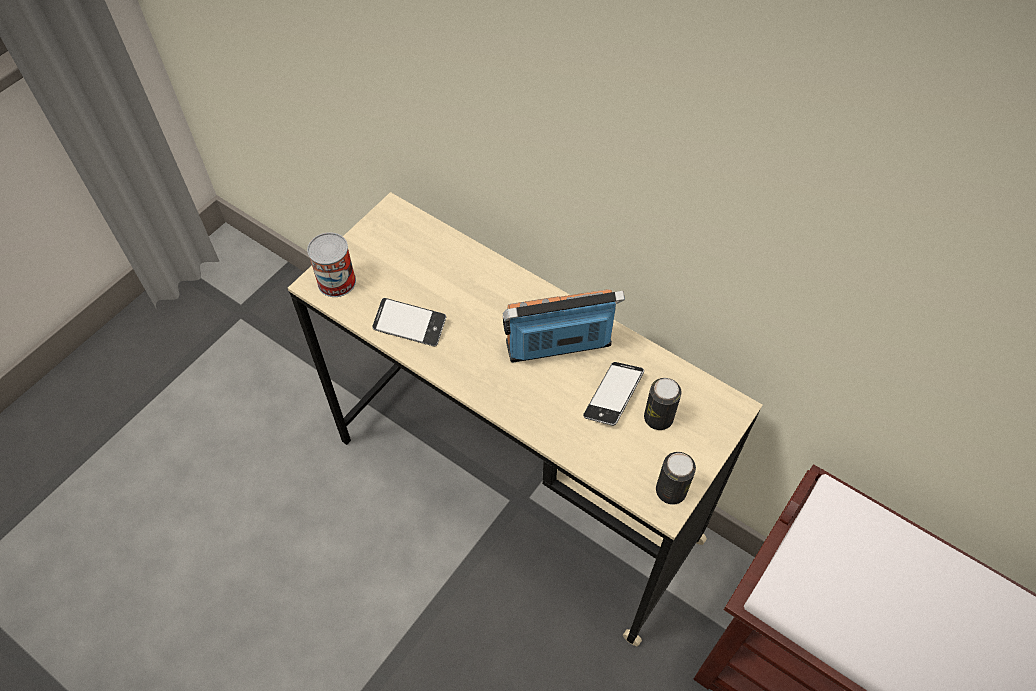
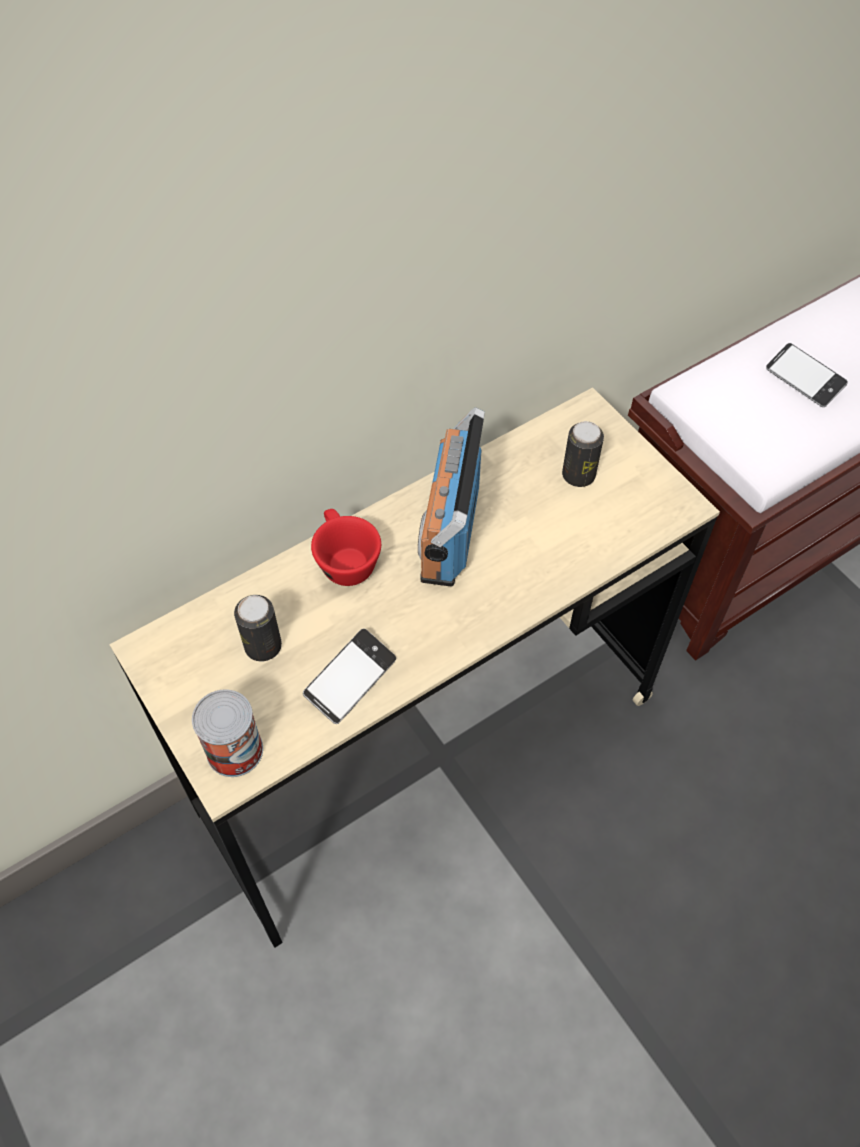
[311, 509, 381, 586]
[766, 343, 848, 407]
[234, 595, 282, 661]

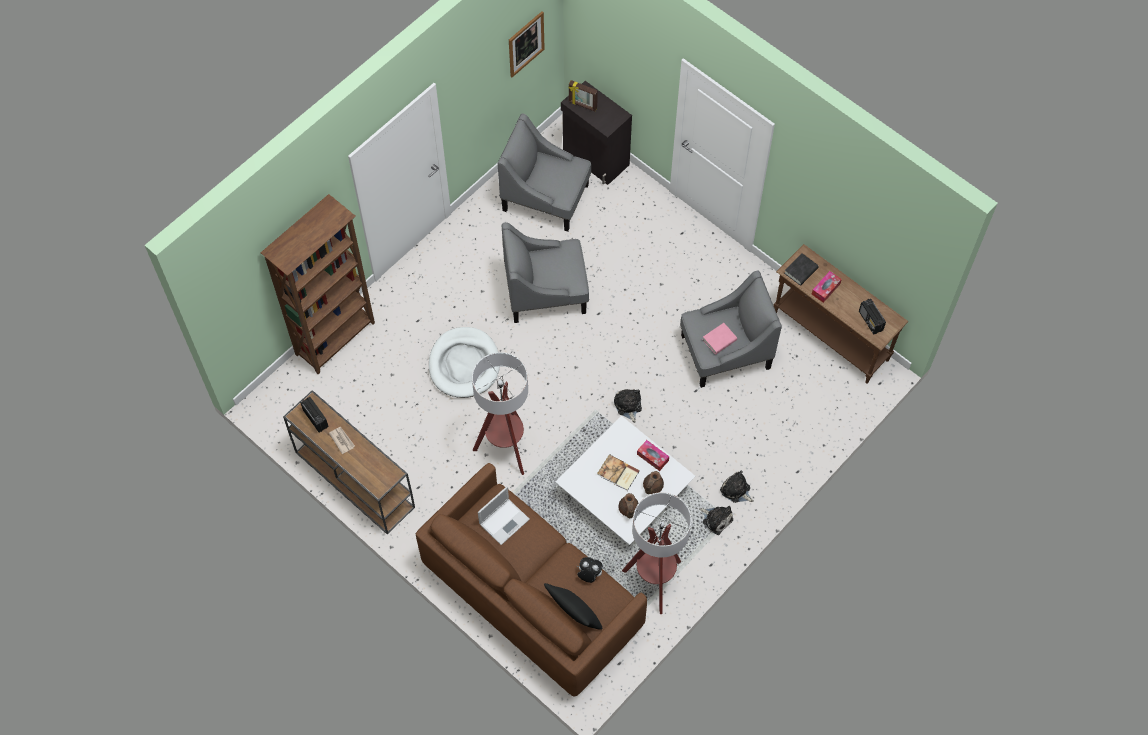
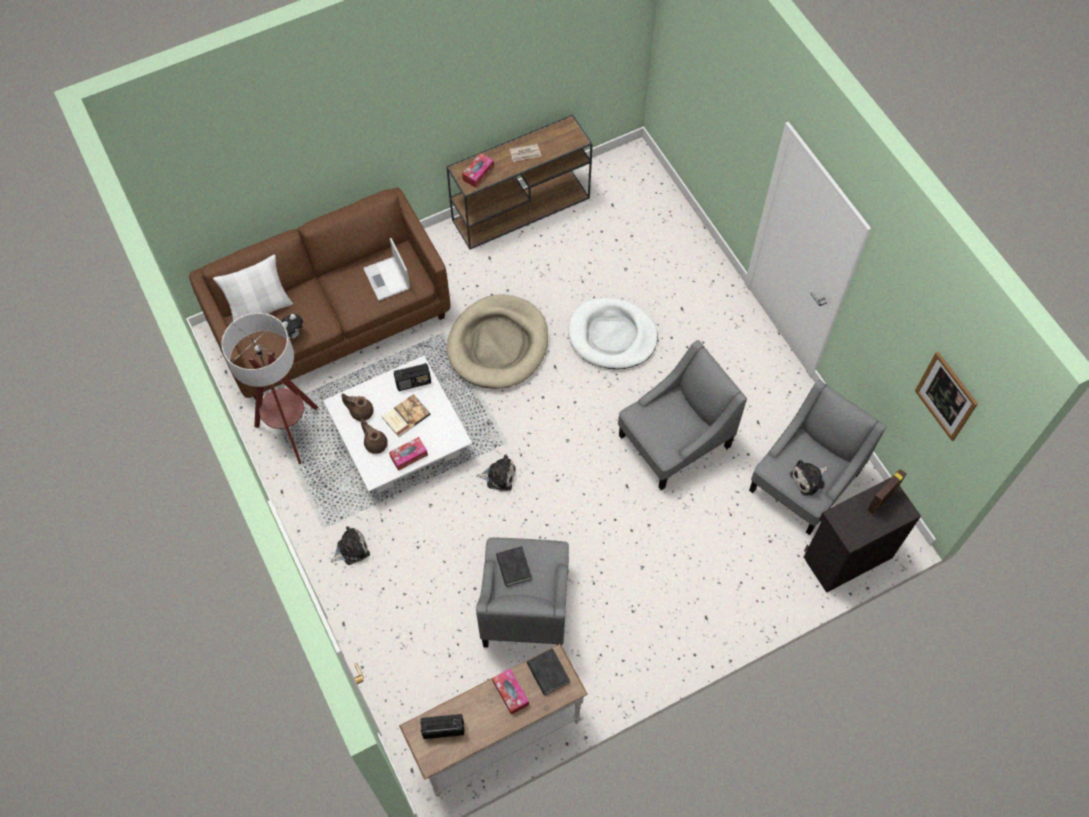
[261, 194, 375, 374] (first image)
[462, 153, 494, 188]
[394, 363, 431, 391]
[790, 460, 828, 496]
[447, 294, 548, 389]
[213, 254, 293, 321]
[496, 546, 532, 587]
[399, 644, 588, 797]
[618, 340, 747, 490]

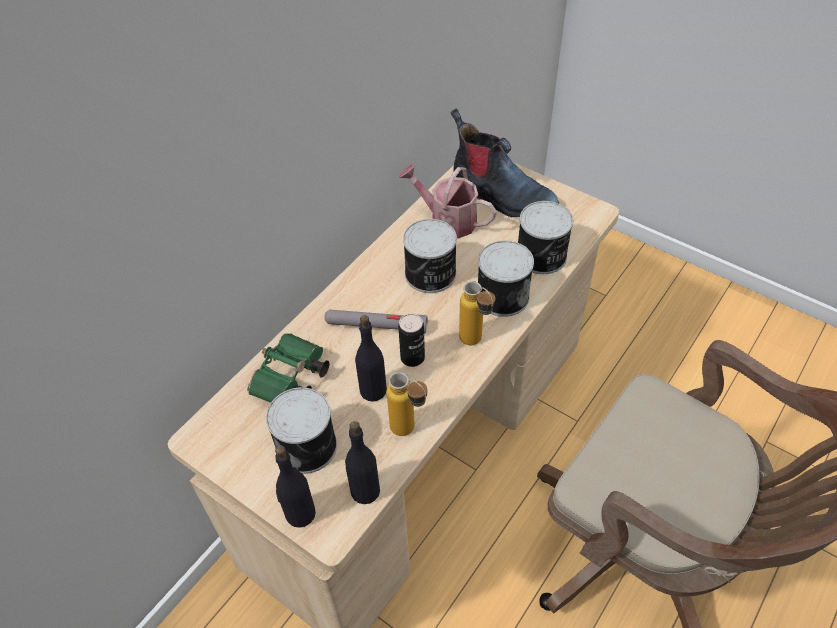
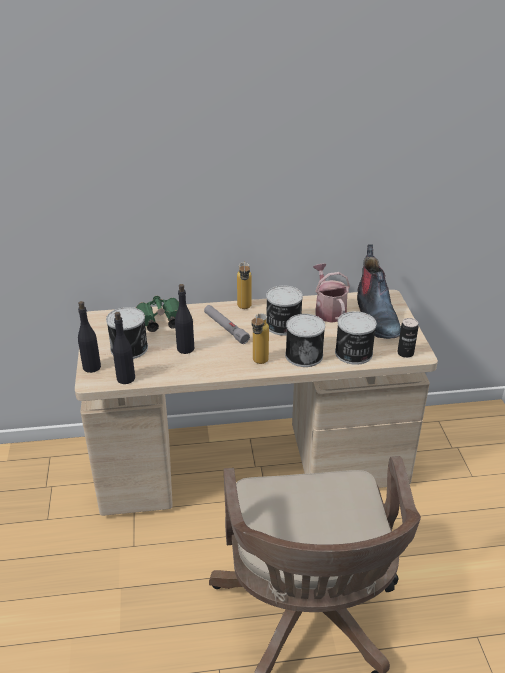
[237, 262, 252, 309]
[397, 318, 419, 358]

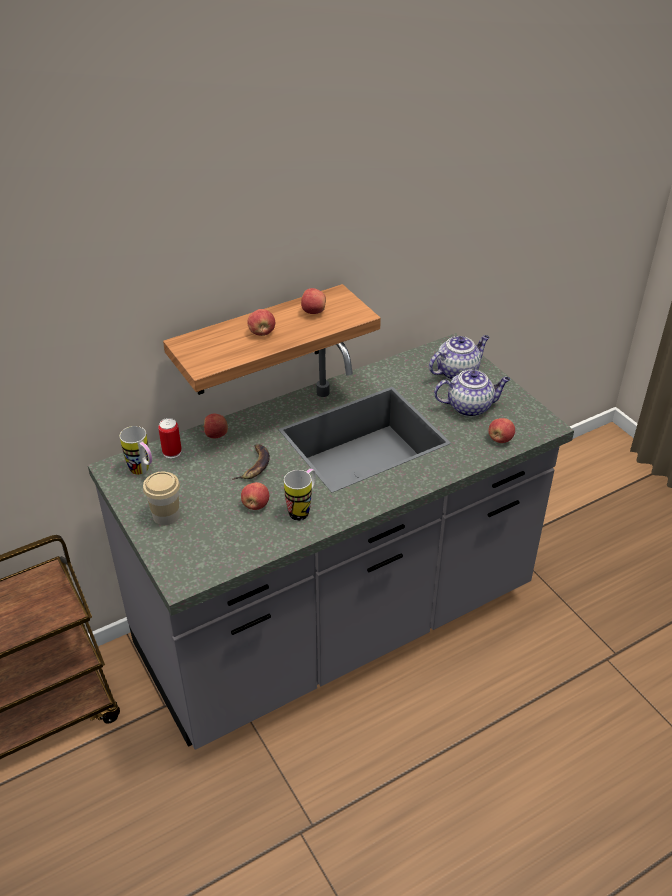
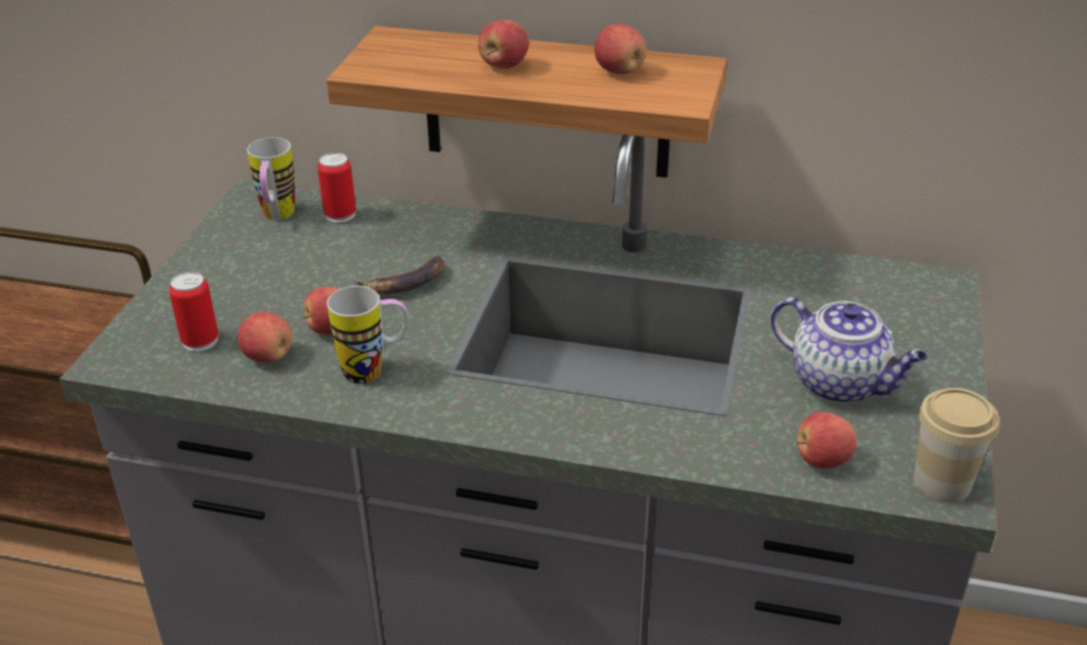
[429, 335, 490, 380] (first image)
[169, 272, 218, 352]
[914, 388, 999, 503]
[238, 312, 293, 362]

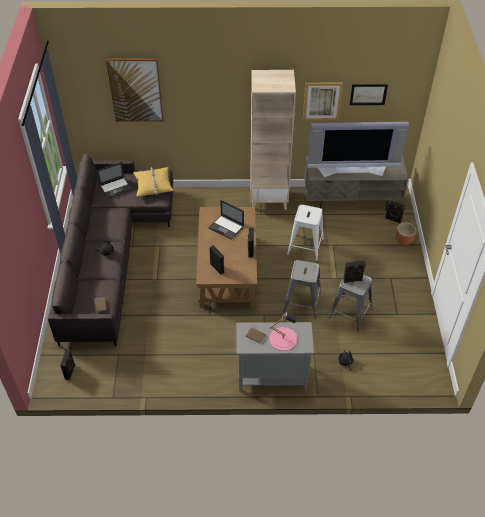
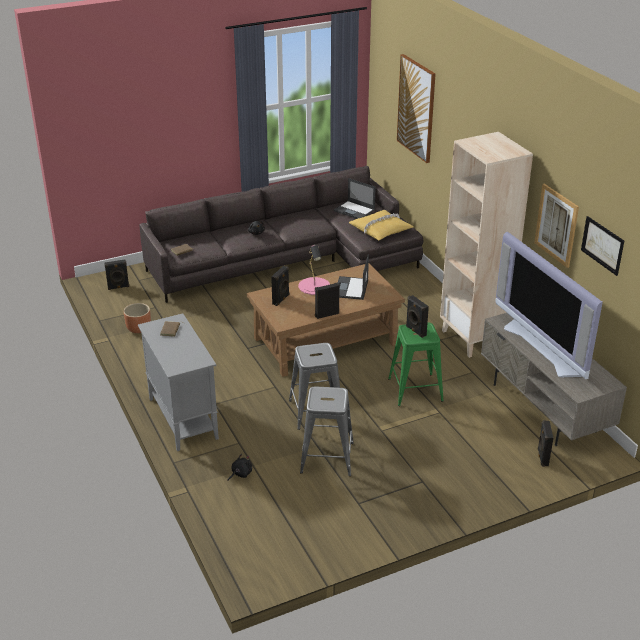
[298, 245, 330, 295]
[406, 295, 429, 338]
[124, 303, 151, 333]
[388, 323, 444, 406]

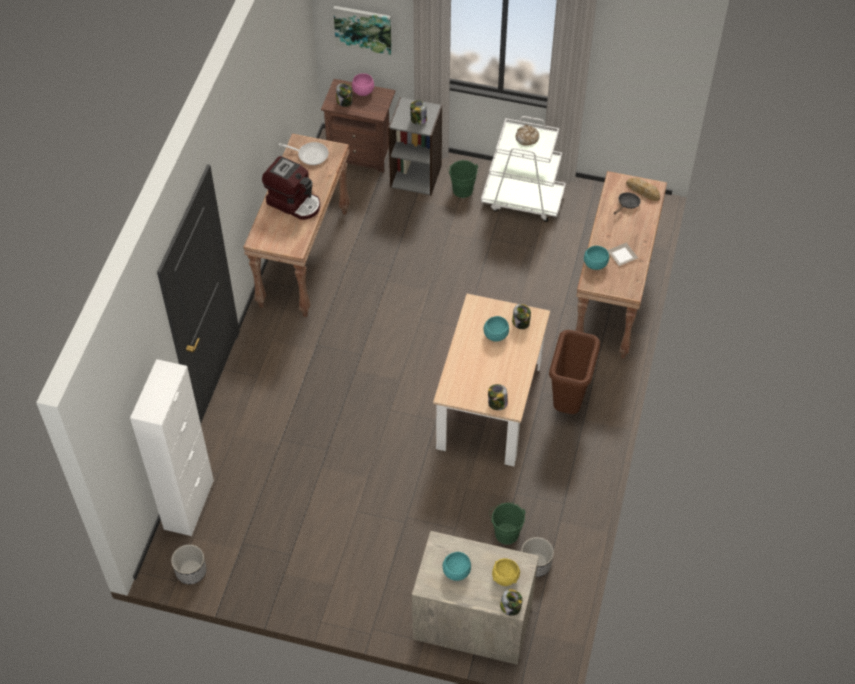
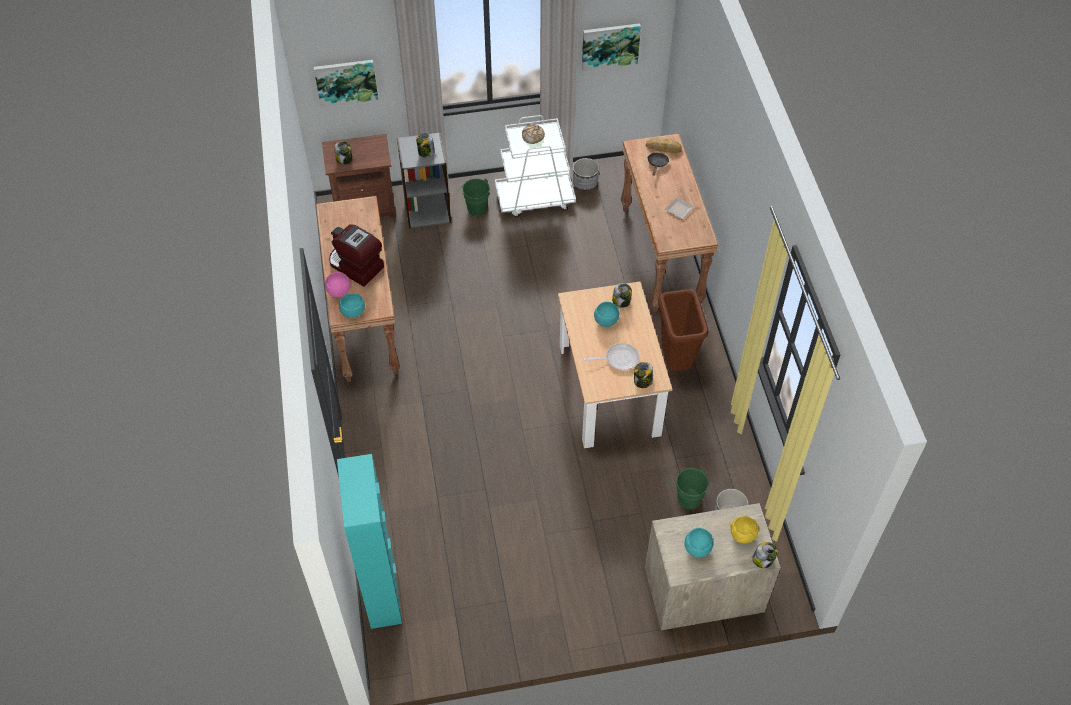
[582, 23, 641, 71]
[573, 158, 599, 191]
[584, 343, 639, 370]
[325, 272, 351, 297]
[339, 293, 365, 318]
[337, 454, 402, 629]
[329, 224, 384, 287]

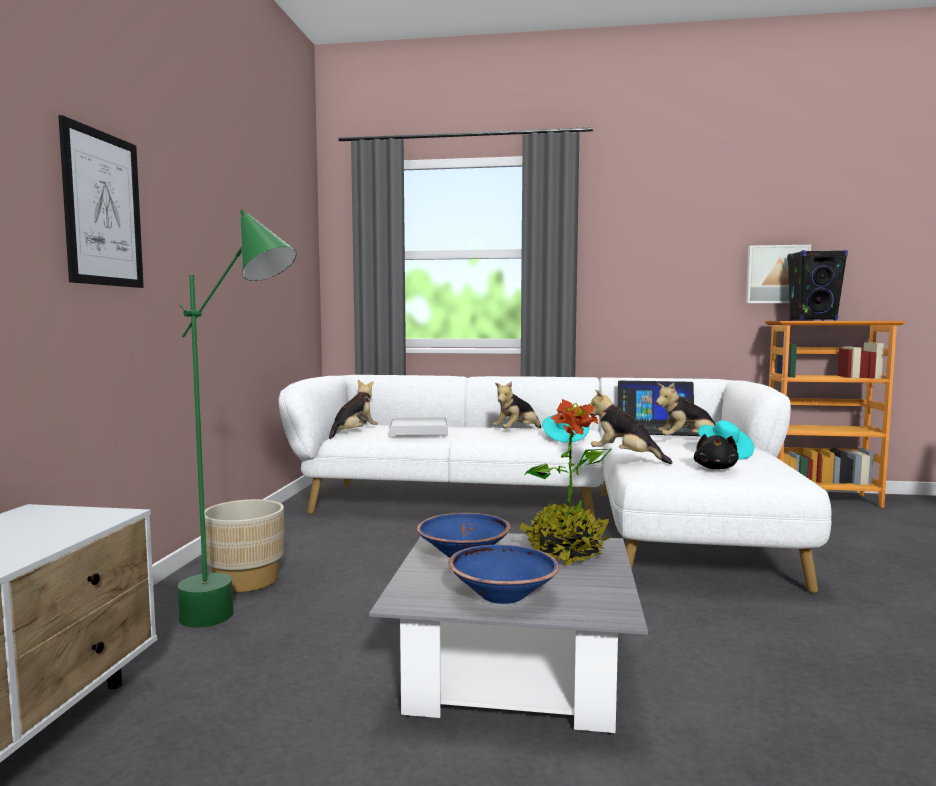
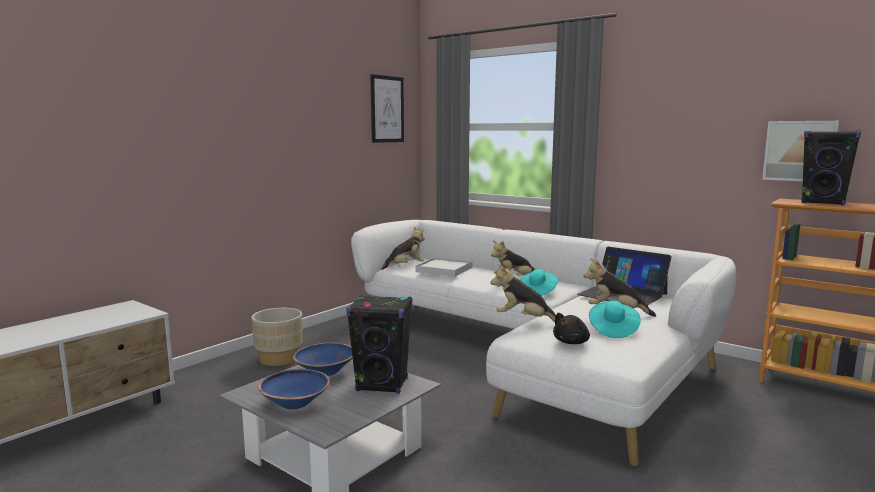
[178, 209, 297, 628] (first image)
[370, 74, 404, 143]
[347, 295, 412, 394]
[491, 264, 556, 322]

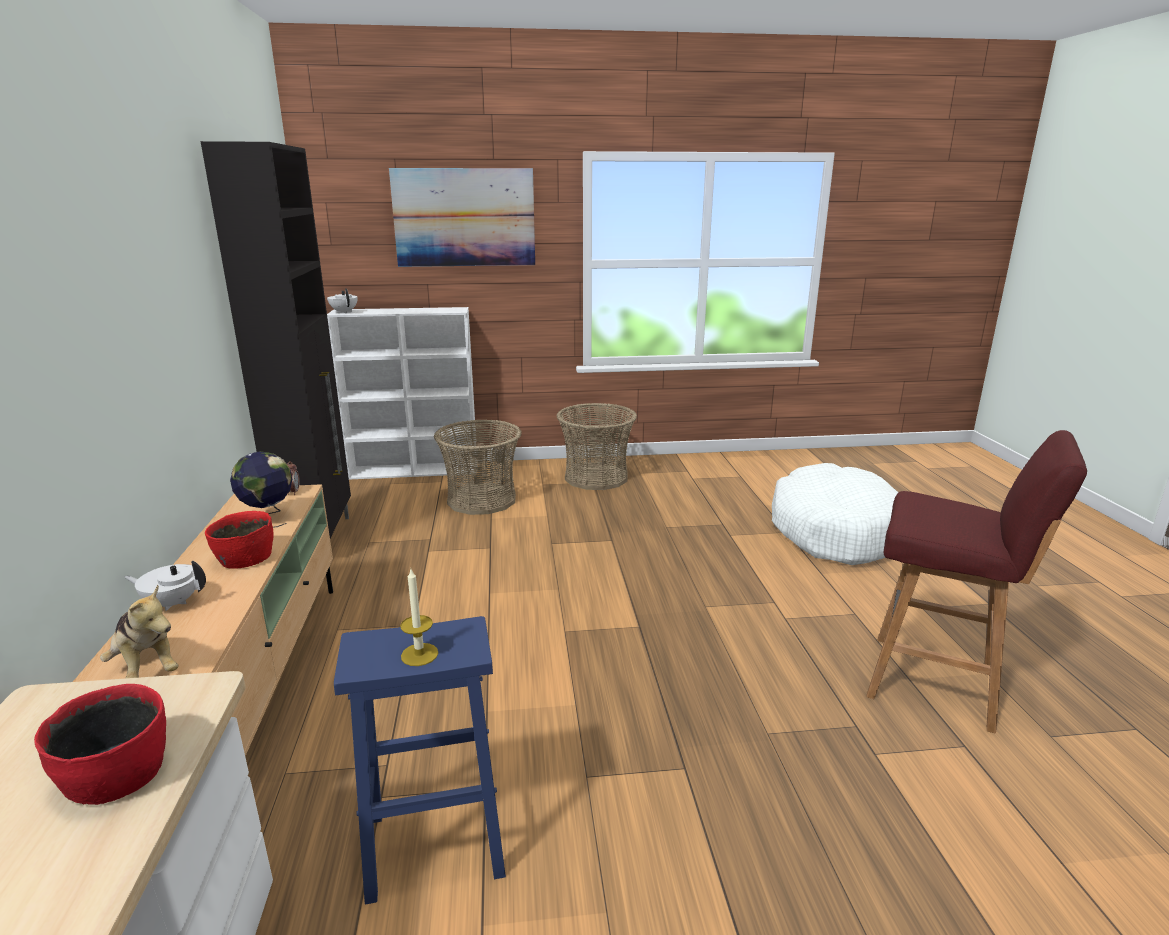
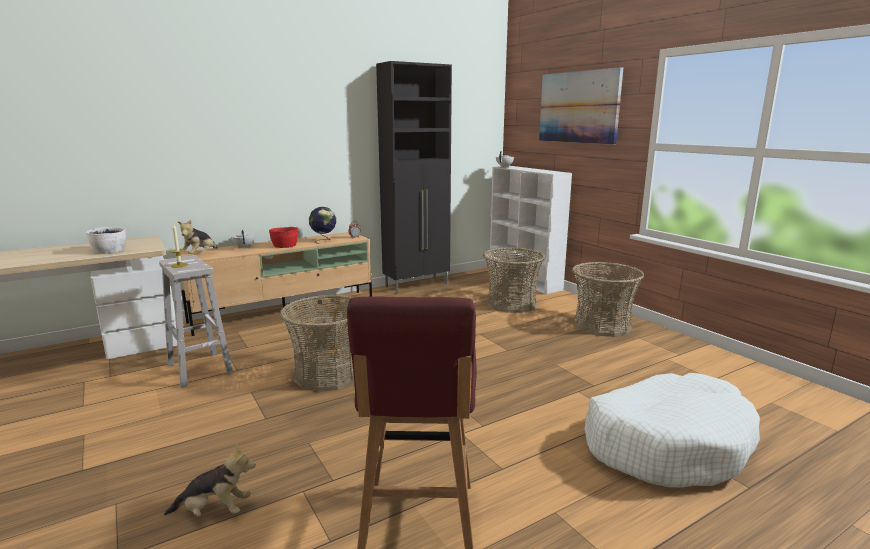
[164, 443, 256, 516]
[280, 295, 354, 392]
[86, 227, 126, 254]
[159, 255, 233, 388]

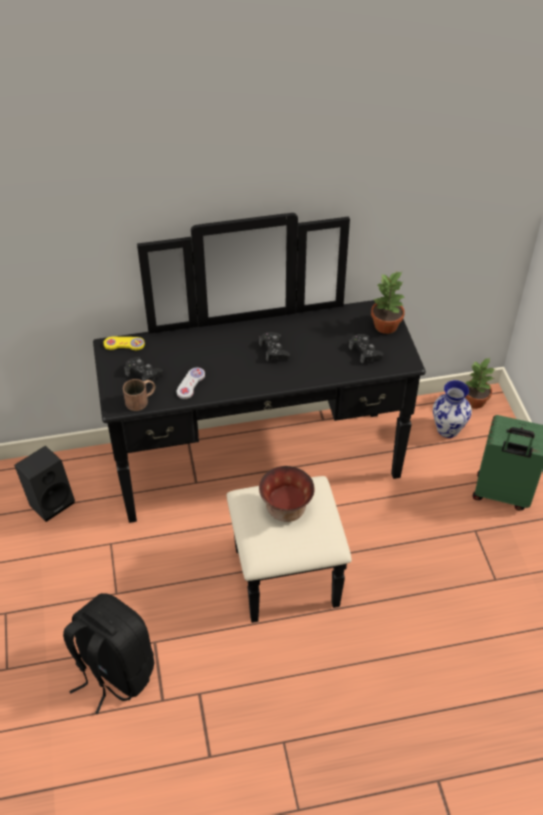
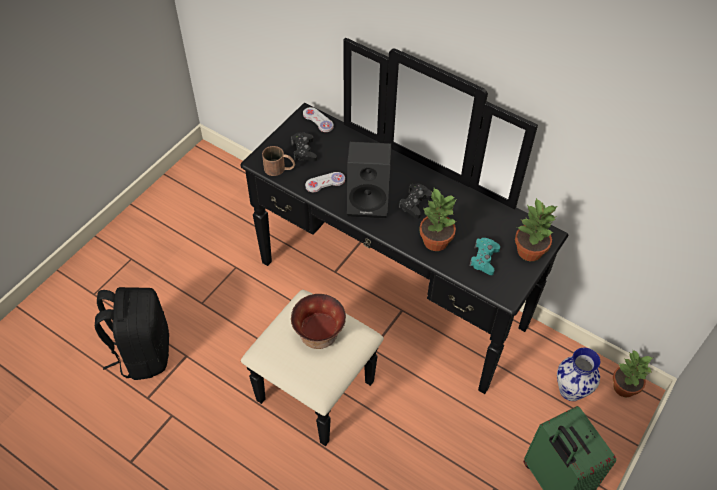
[419, 188, 457, 251]
[347, 141, 391, 218]
[303, 107, 334, 132]
[469, 238, 500, 275]

